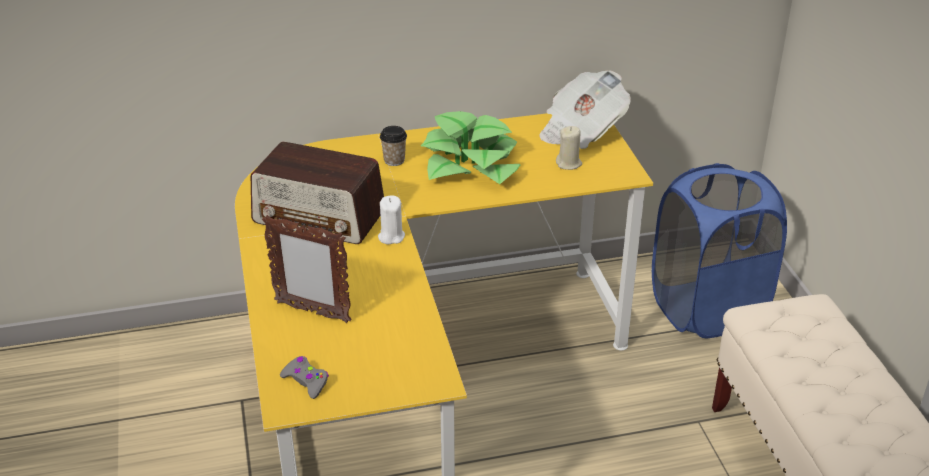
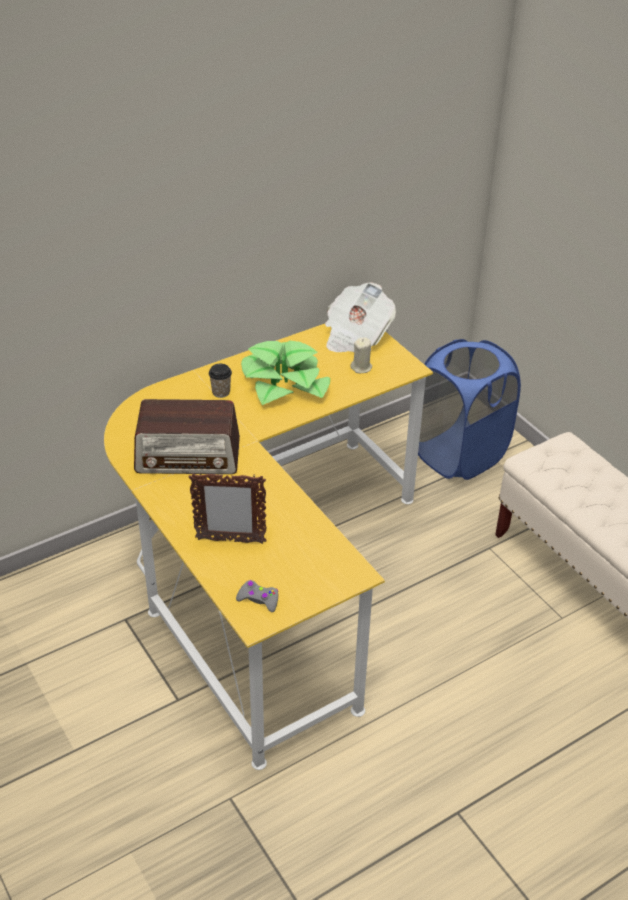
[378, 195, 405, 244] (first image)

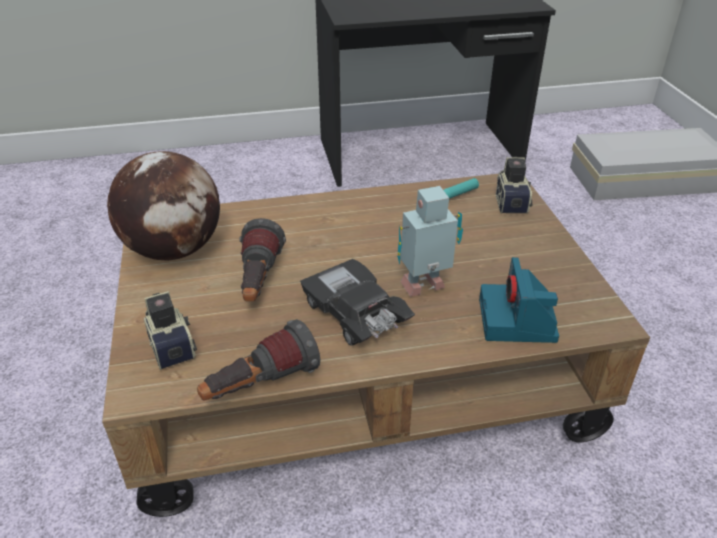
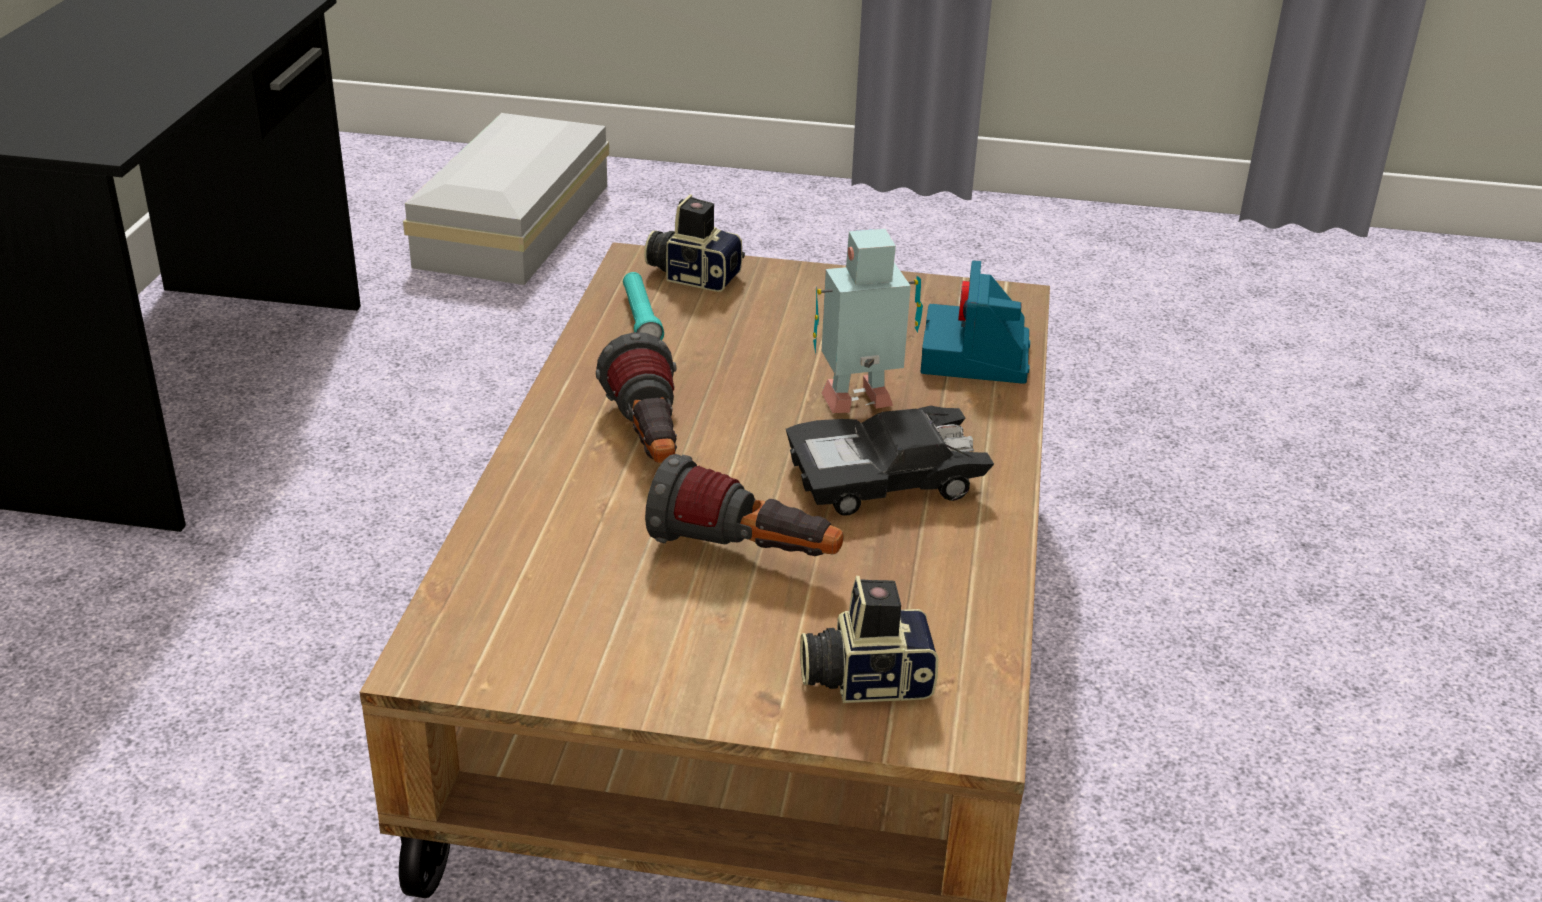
[107, 151, 220, 261] (first image)
[596, 332, 677, 463]
[813, 229, 923, 413]
[921, 260, 1030, 384]

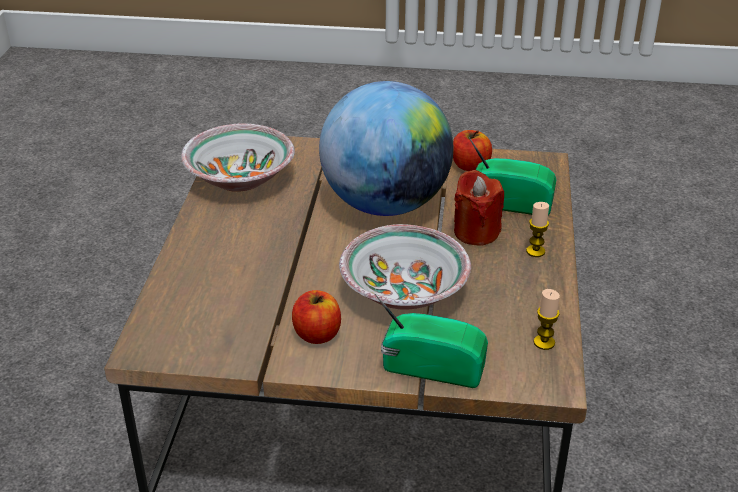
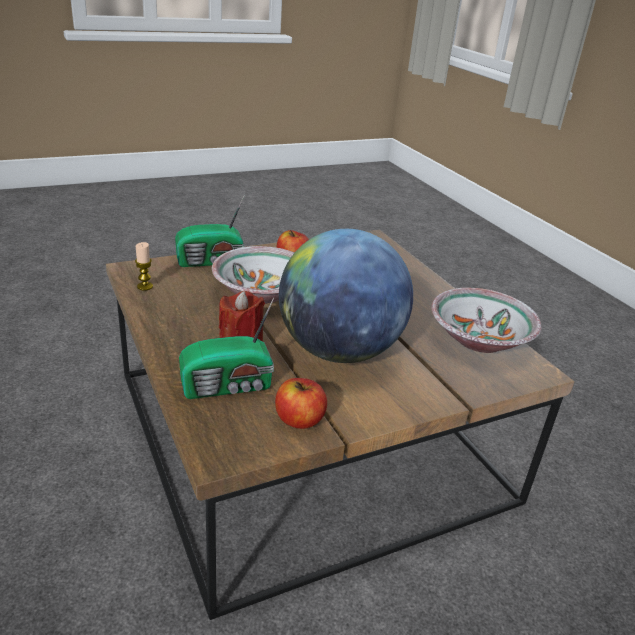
[526, 202, 549, 257] (first image)

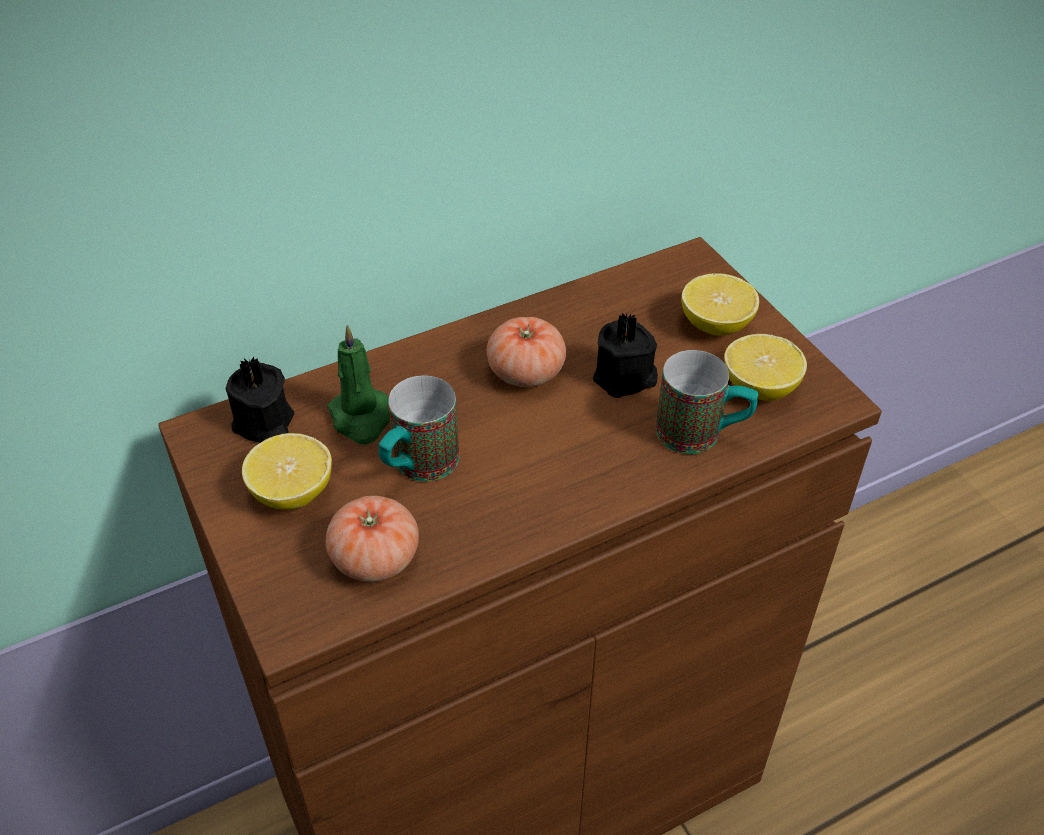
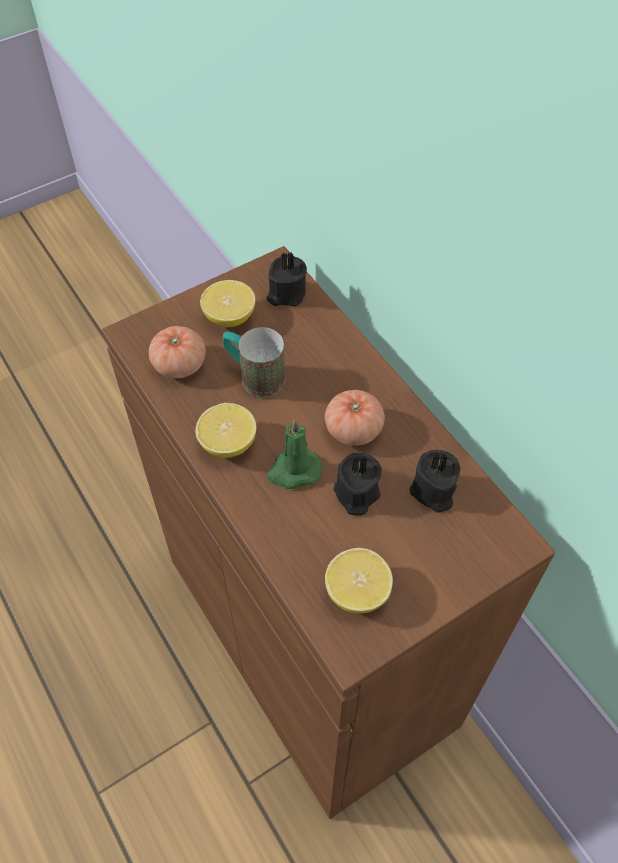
[656, 350, 759, 454] (first image)
[410, 450, 460, 513]
[267, 419, 322, 489]
[195, 403, 256, 458]

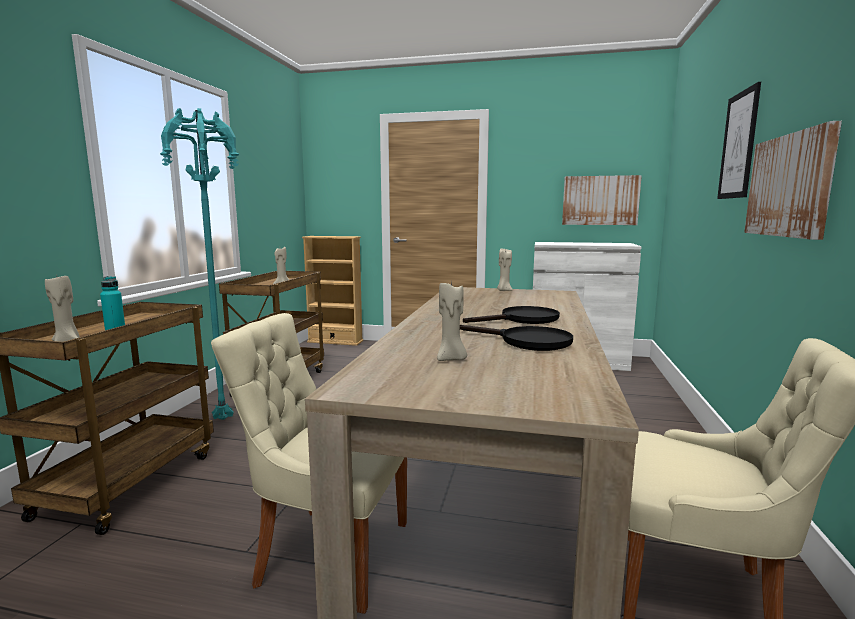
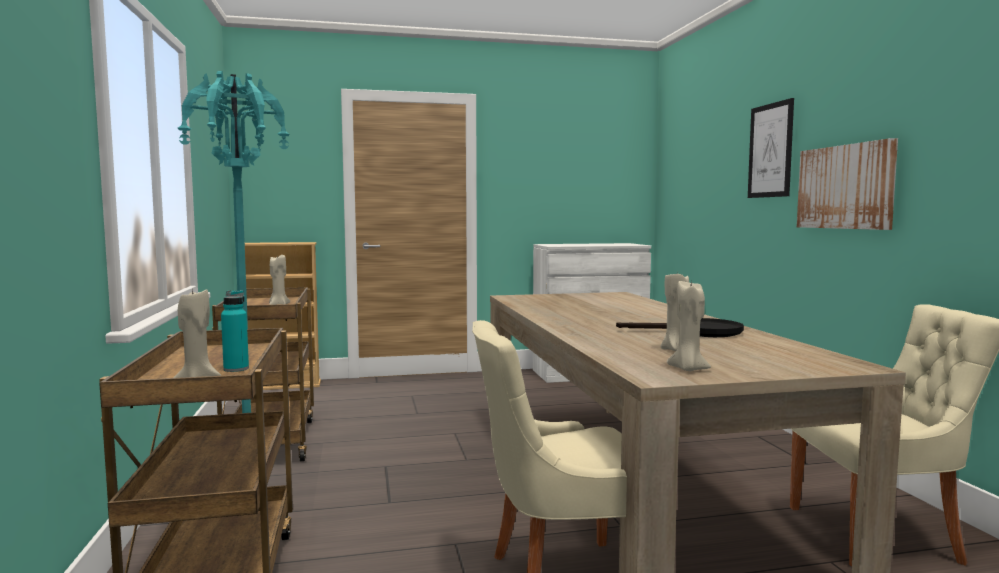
[463, 306, 560, 324] (first image)
[562, 175, 642, 225] (first image)
[667, 279, 711, 371]

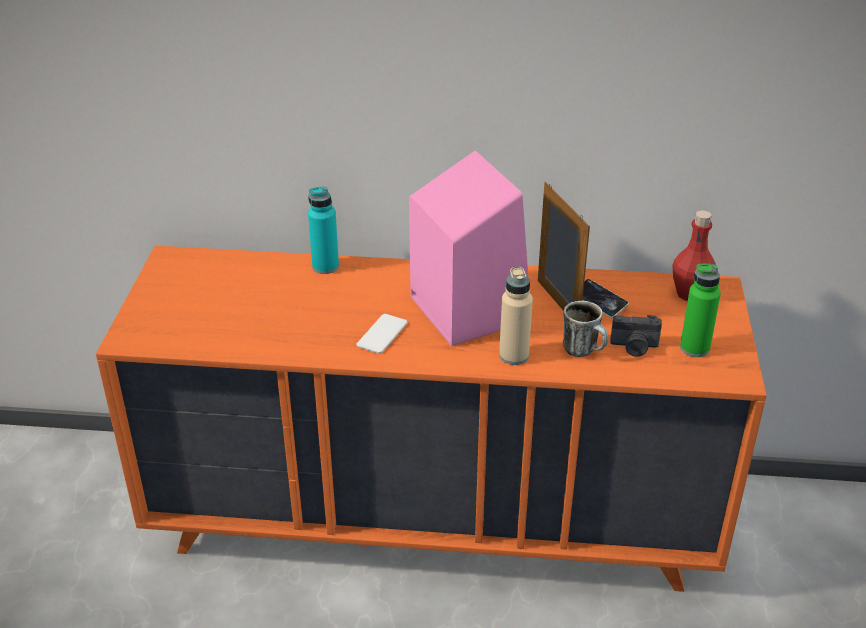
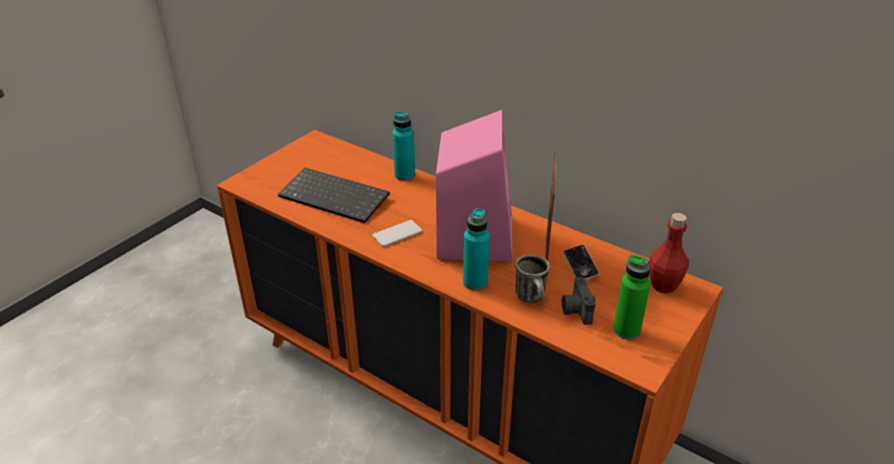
[278, 168, 390, 223]
[463, 208, 490, 291]
[562, 277, 596, 325]

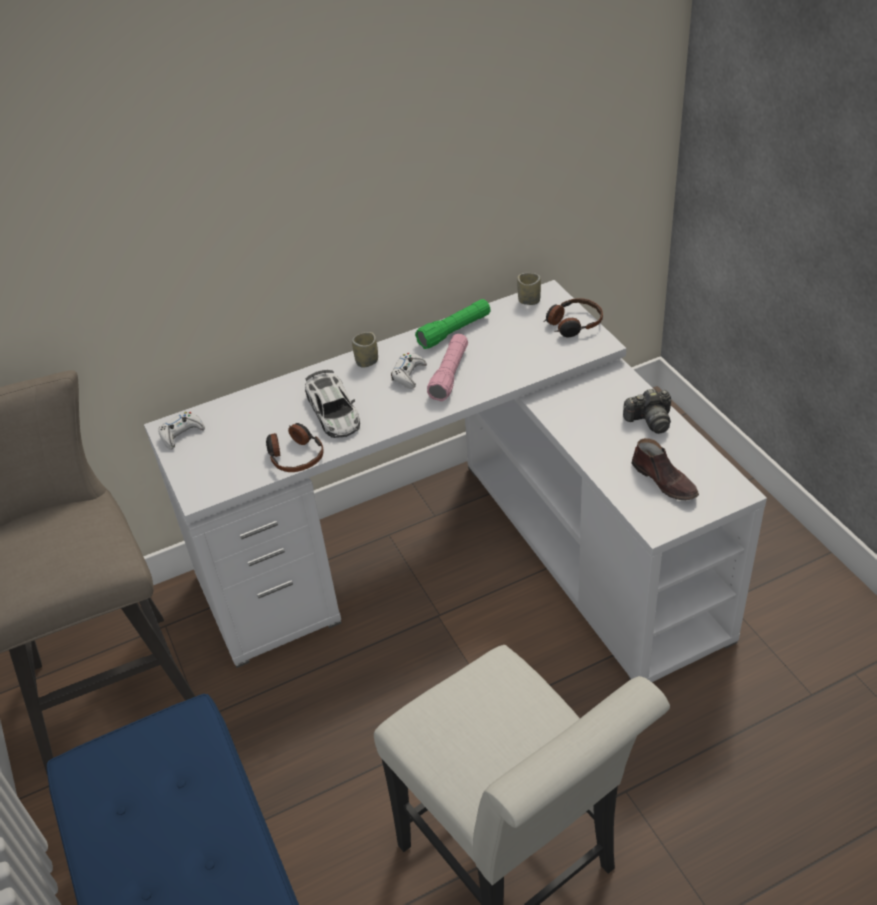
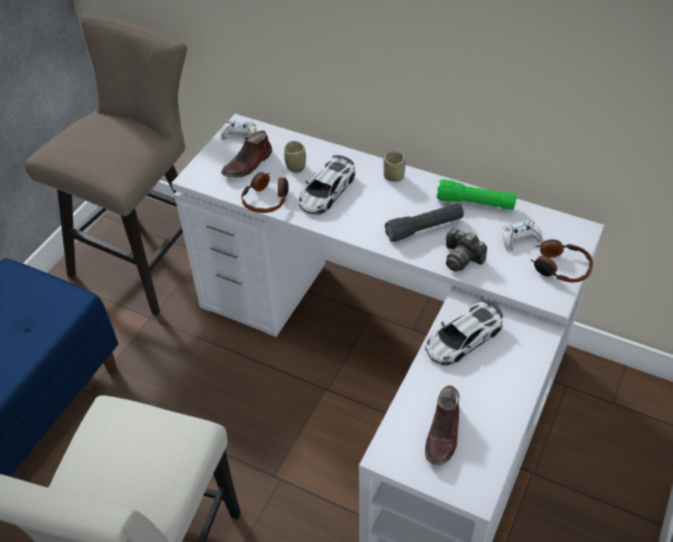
[221, 130, 272, 177]
[425, 299, 503, 366]
[502, 220, 543, 251]
[284, 141, 306, 173]
[446, 228, 487, 271]
[385, 203, 464, 242]

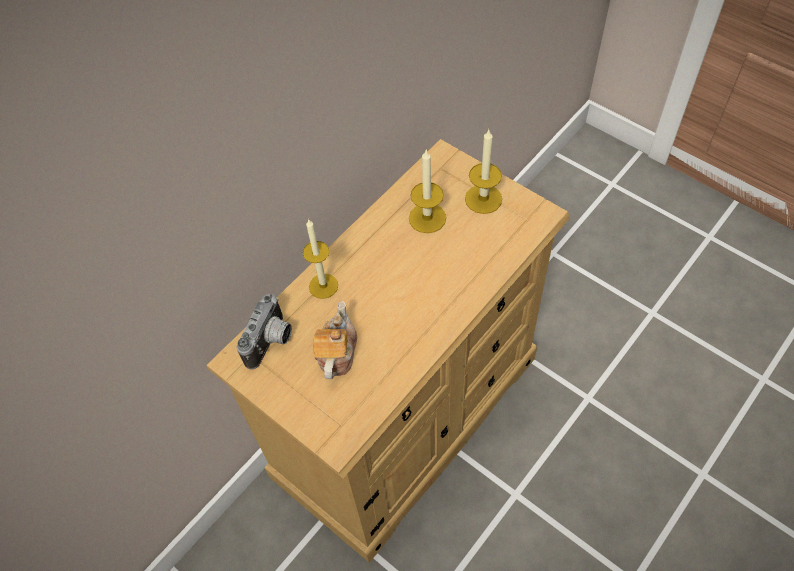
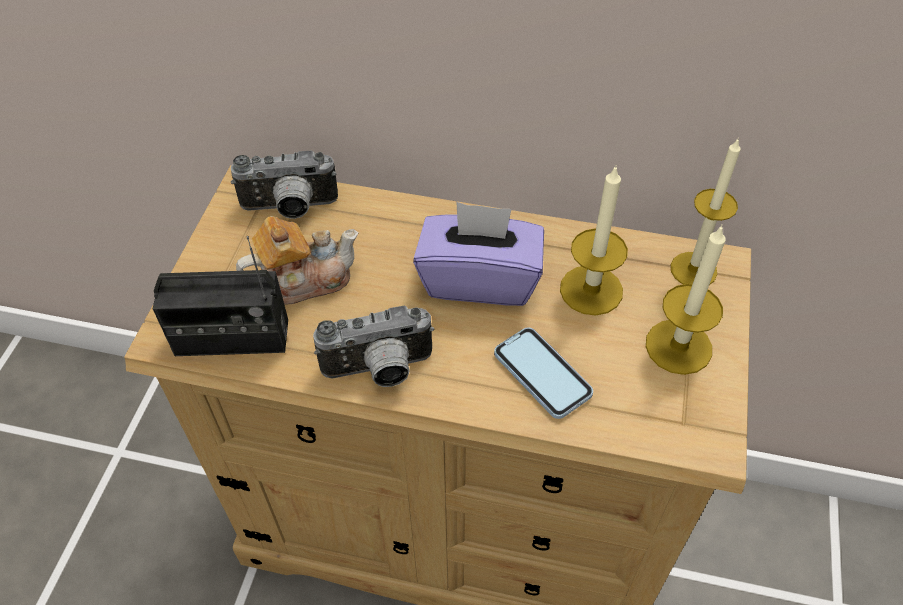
[153, 236, 288, 356]
[313, 306, 435, 387]
[413, 202, 544, 306]
[494, 328, 593, 419]
[671, 138, 741, 285]

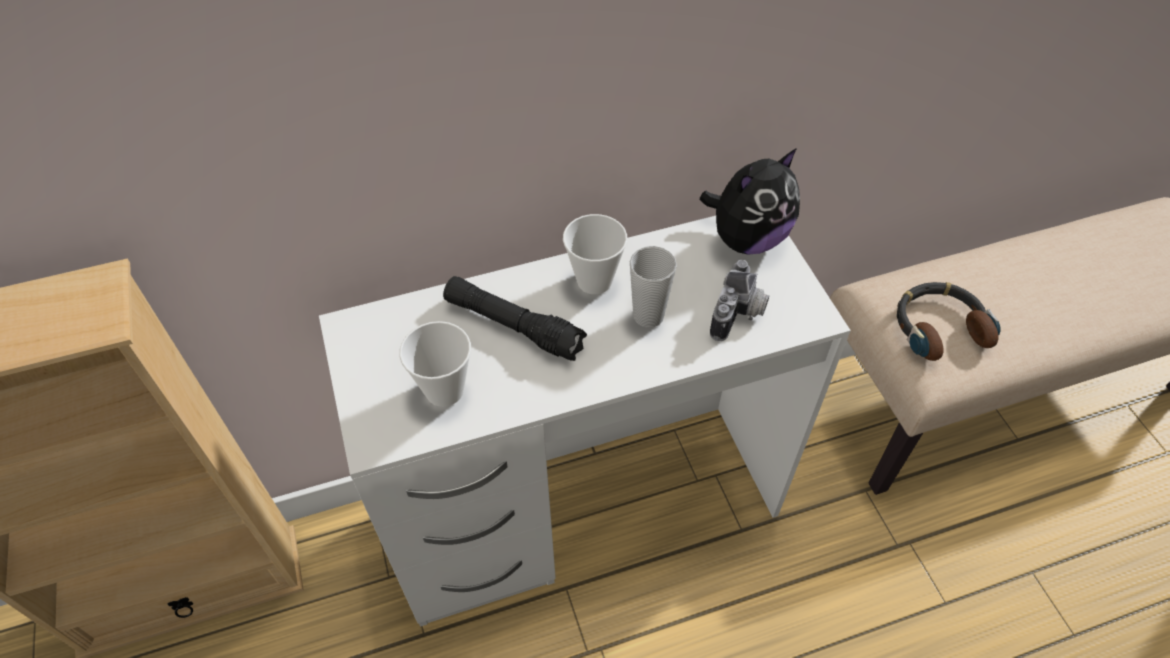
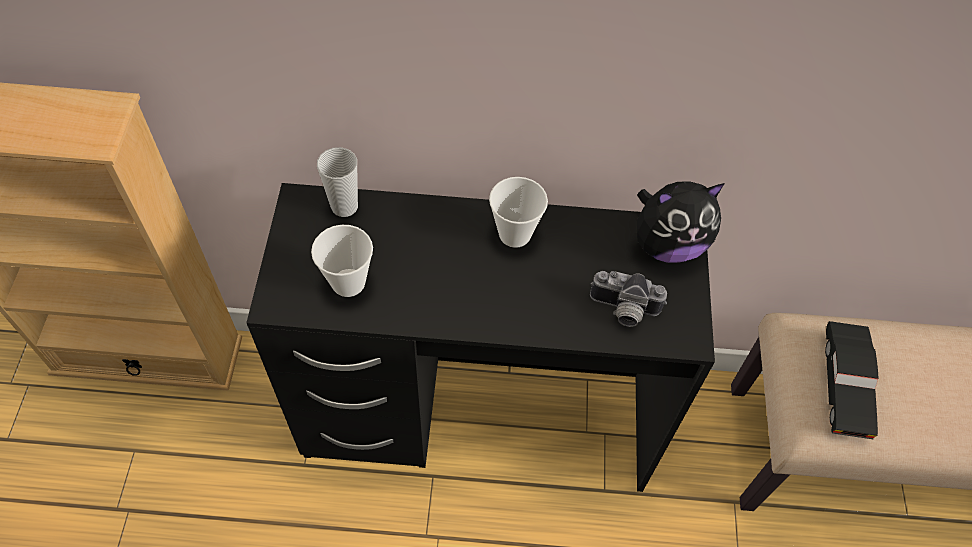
[443, 276, 587, 361] (first image)
[317, 147, 358, 217]
[825, 321, 878, 439]
[246, 183, 715, 492]
[590, 271, 667, 327]

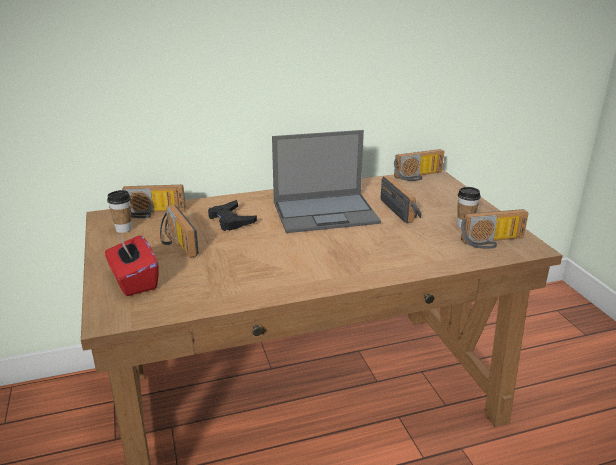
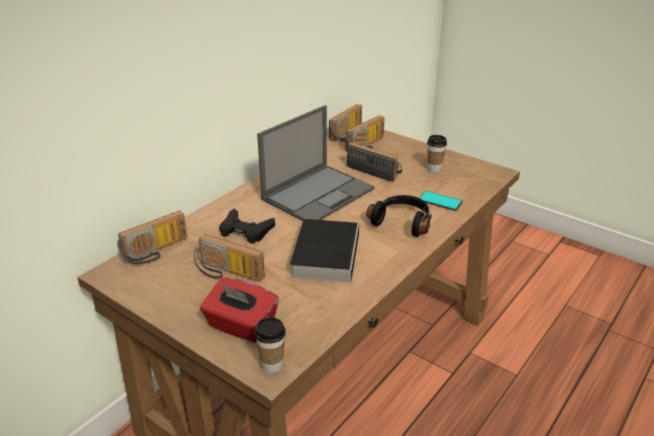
[290, 219, 359, 283]
[366, 195, 432, 237]
[419, 191, 463, 211]
[255, 317, 286, 373]
[345, 115, 385, 151]

